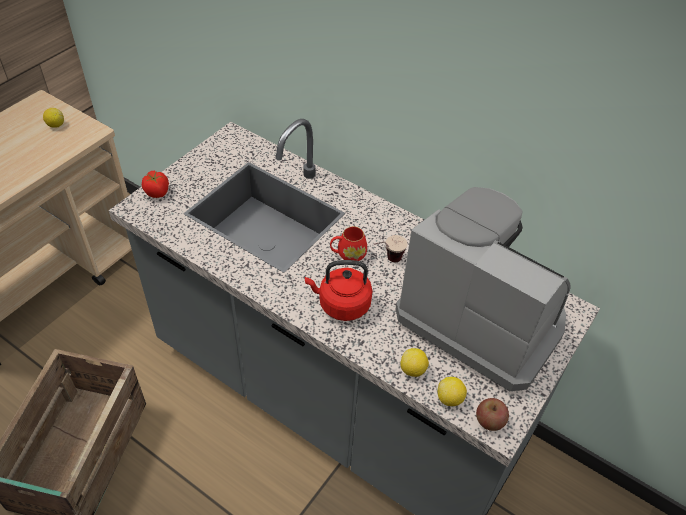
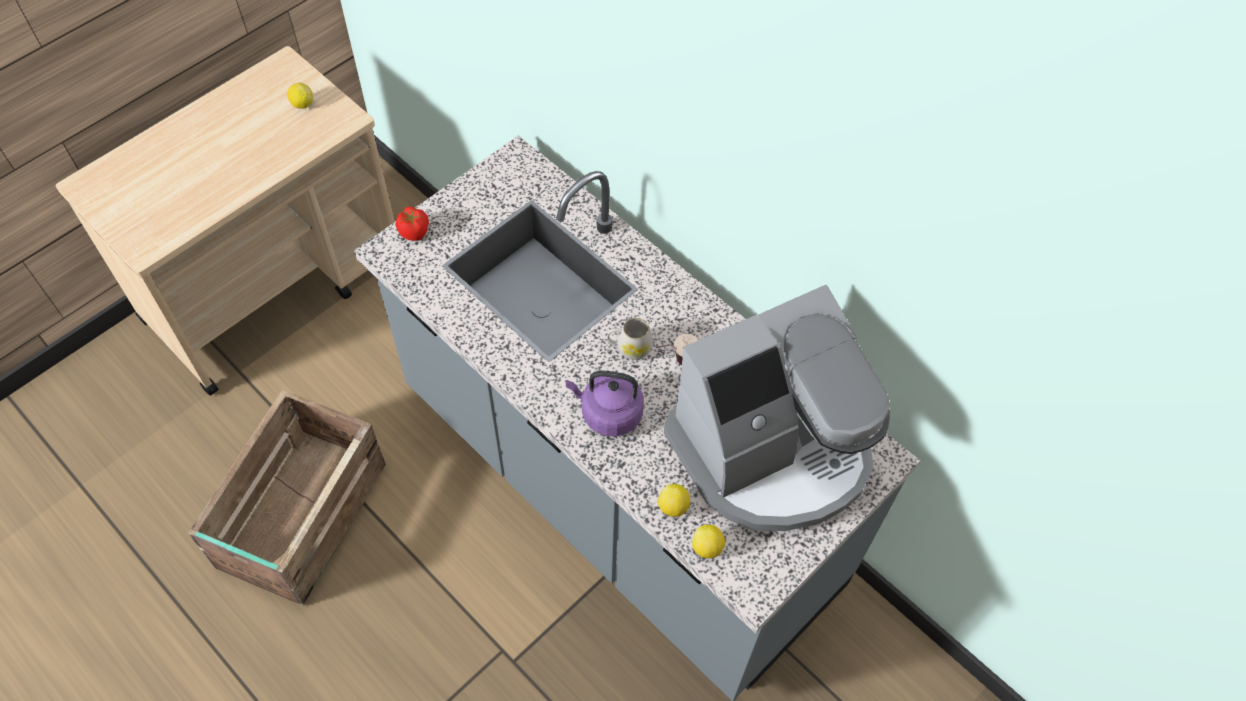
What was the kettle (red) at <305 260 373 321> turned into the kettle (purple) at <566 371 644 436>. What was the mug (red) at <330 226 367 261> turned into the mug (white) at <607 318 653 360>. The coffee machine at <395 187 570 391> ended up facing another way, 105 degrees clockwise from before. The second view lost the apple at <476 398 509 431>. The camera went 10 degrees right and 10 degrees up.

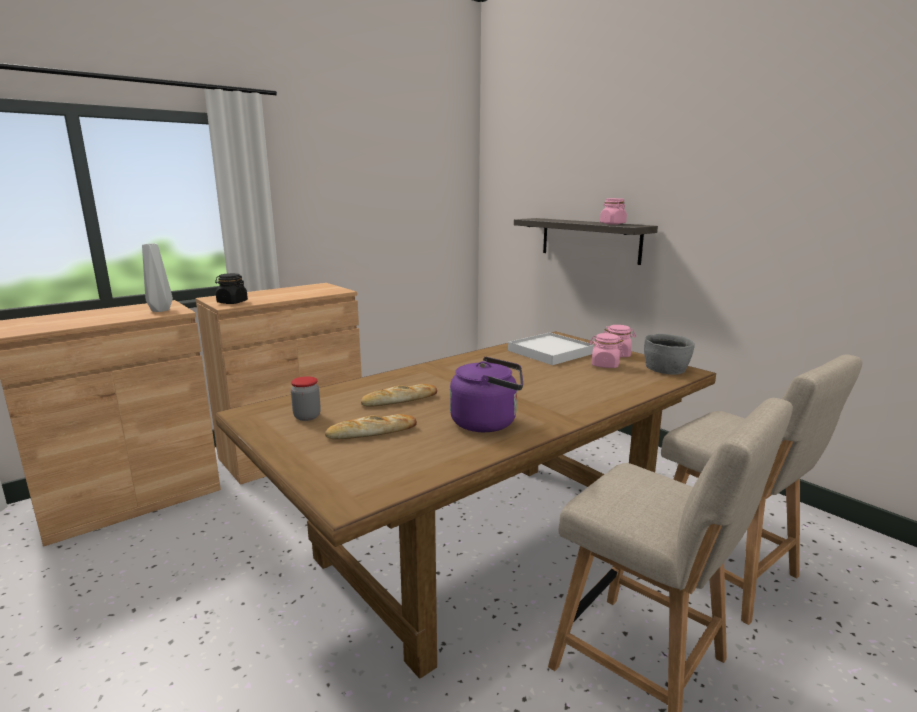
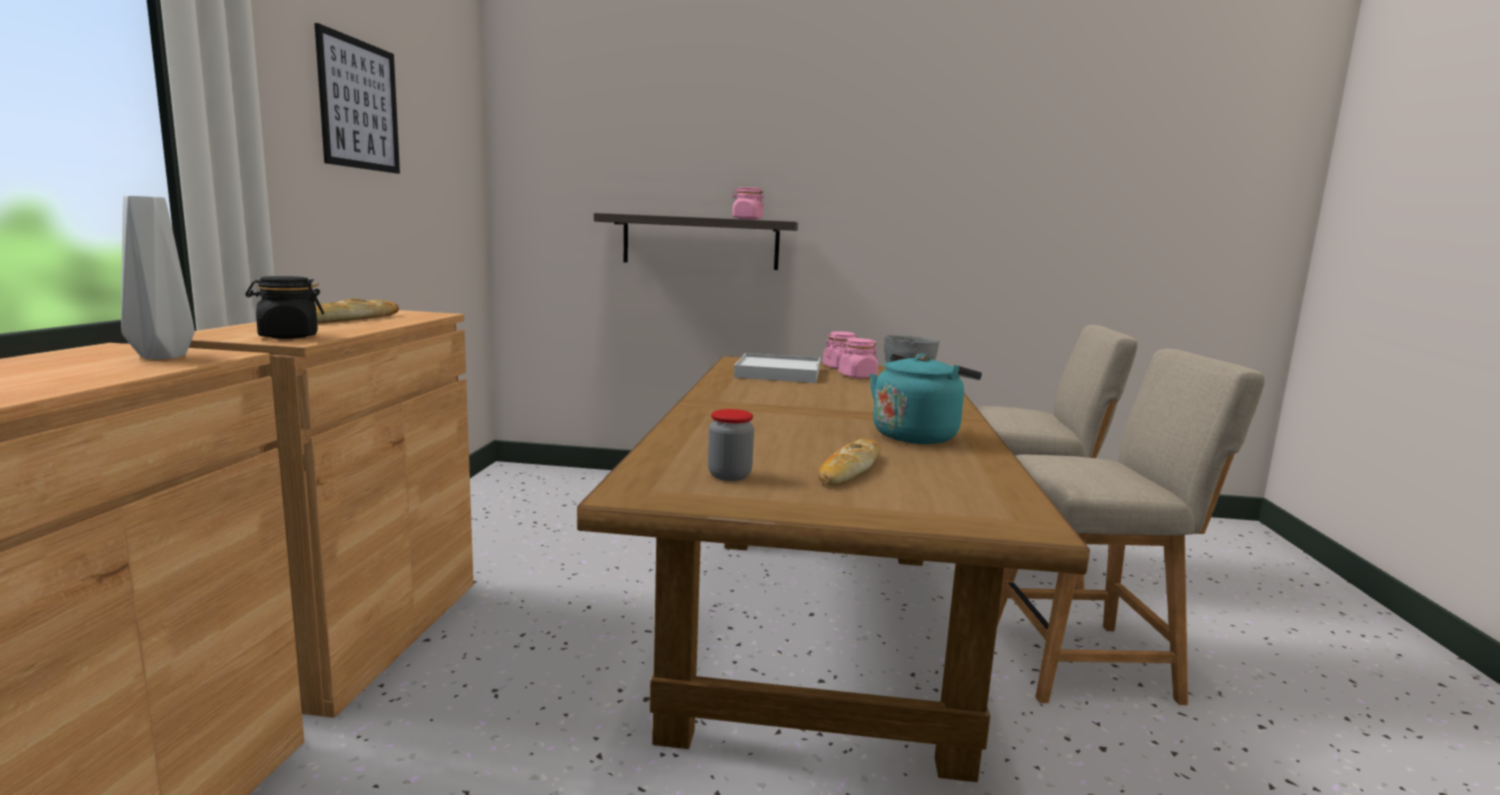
The bread ended up elsewhere, having gone from <361 384 437 407> to <316 298 399 323>. What was the kettle (purple) at <450 357 523 432> turned into the kettle (turquoise) at <870 354 982 444>. The second view gained the picture at <314 23 400 174>. The camera went 45 degrees left and 5 degrees down.

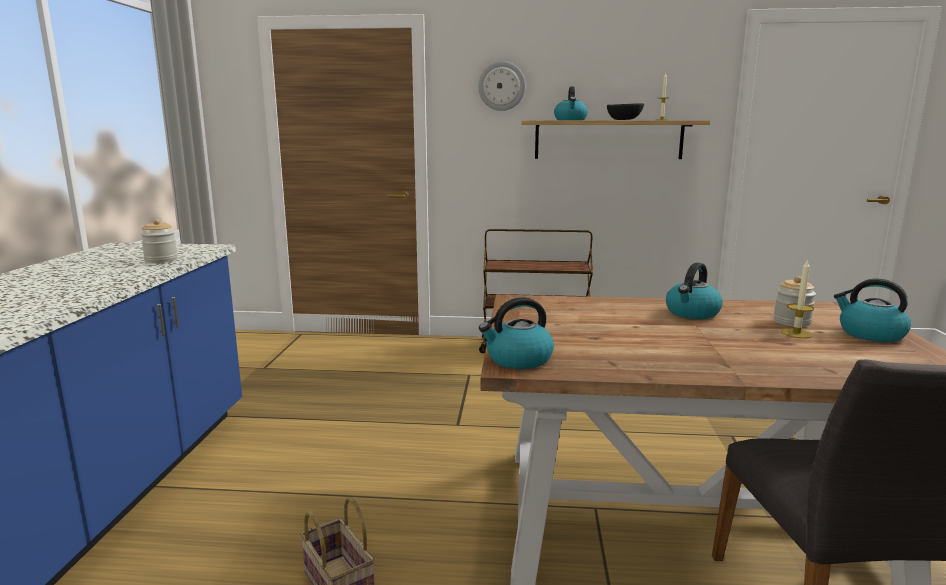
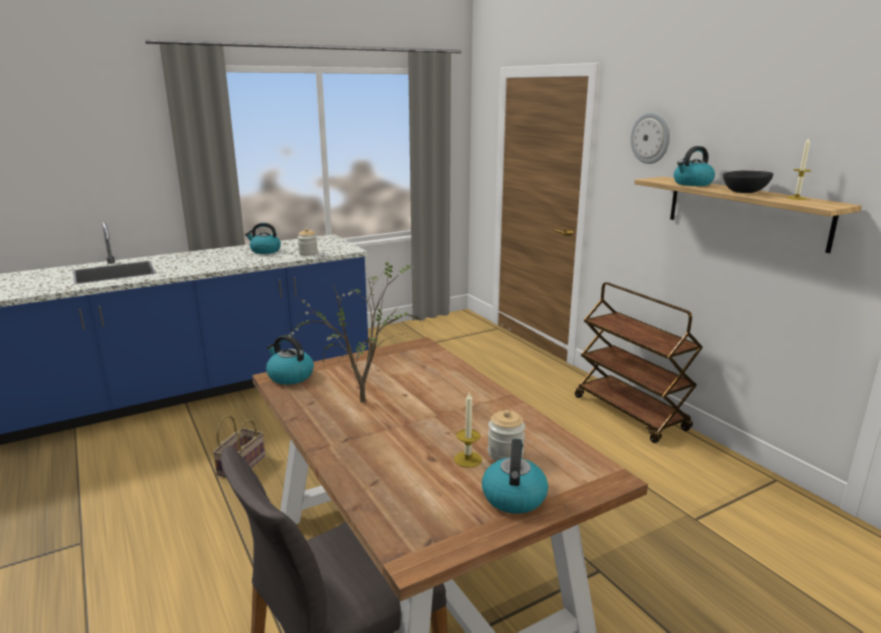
The kettle ended up elsewhere, having gone from <666 262 723 319> to <245 223 281 254>. The second view gained the potted plant at <287 262 421 402>. The camera went 55 degrees right and 5 degrees up.

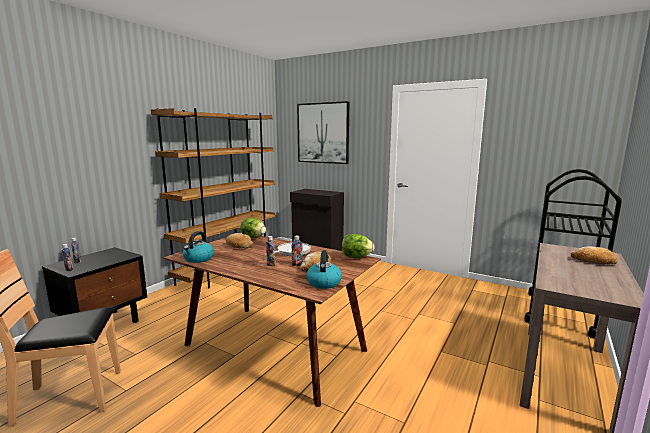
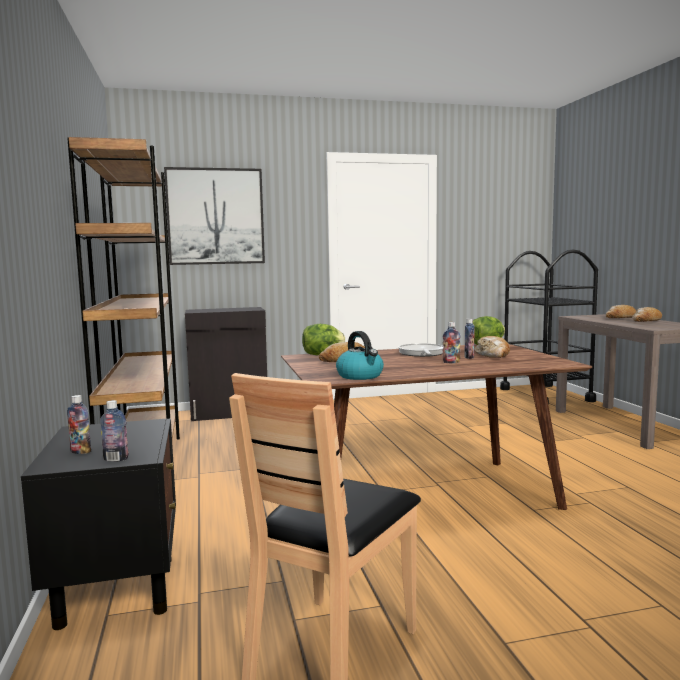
The second view lost the kettle at <306 250 342 289>. The second view gained the bread at <632 307 662 322>. The camera went 45 degrees left and 5 degrees down.

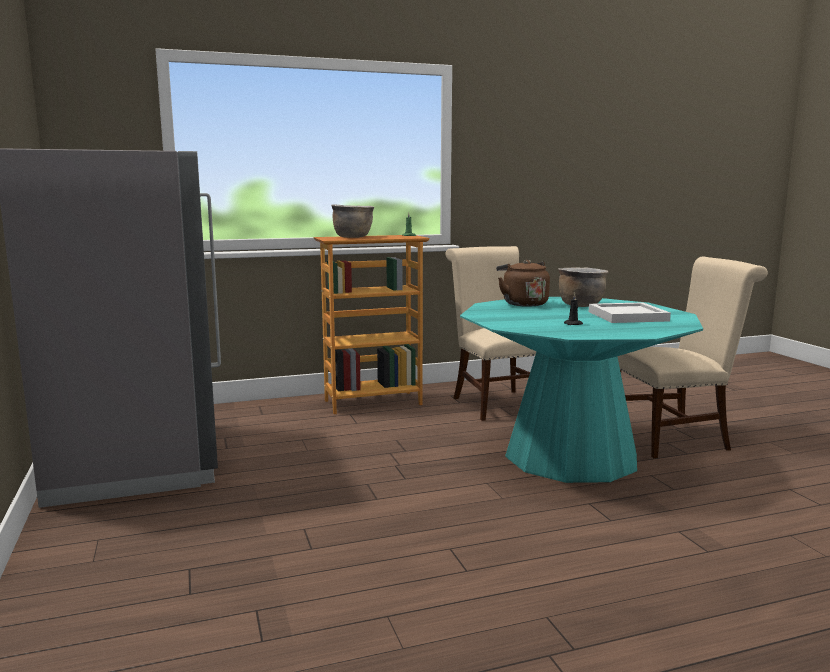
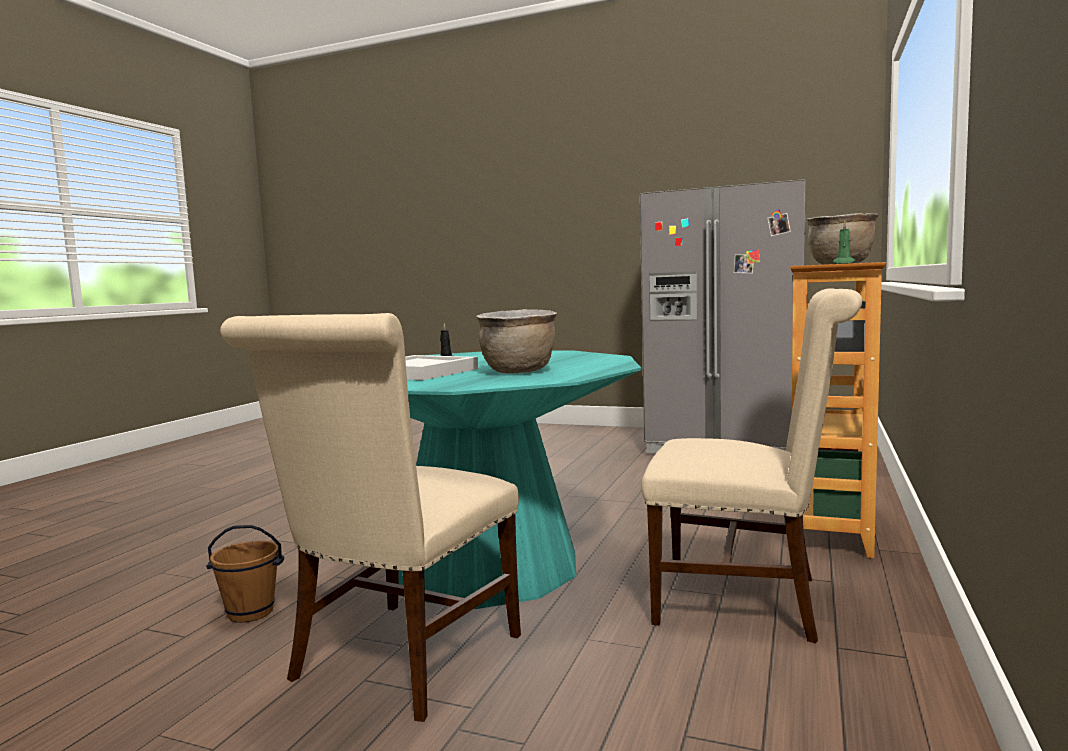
The second view lost the kettle (brown) at <496 260 550 307>. The second view gained the bucket (brown) at <206 525 284 623>. The camera went 130 degrees right and 5 degrees down.

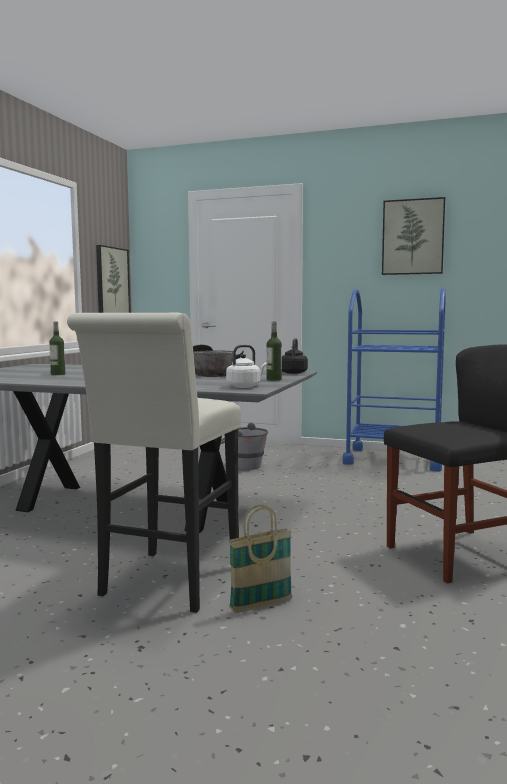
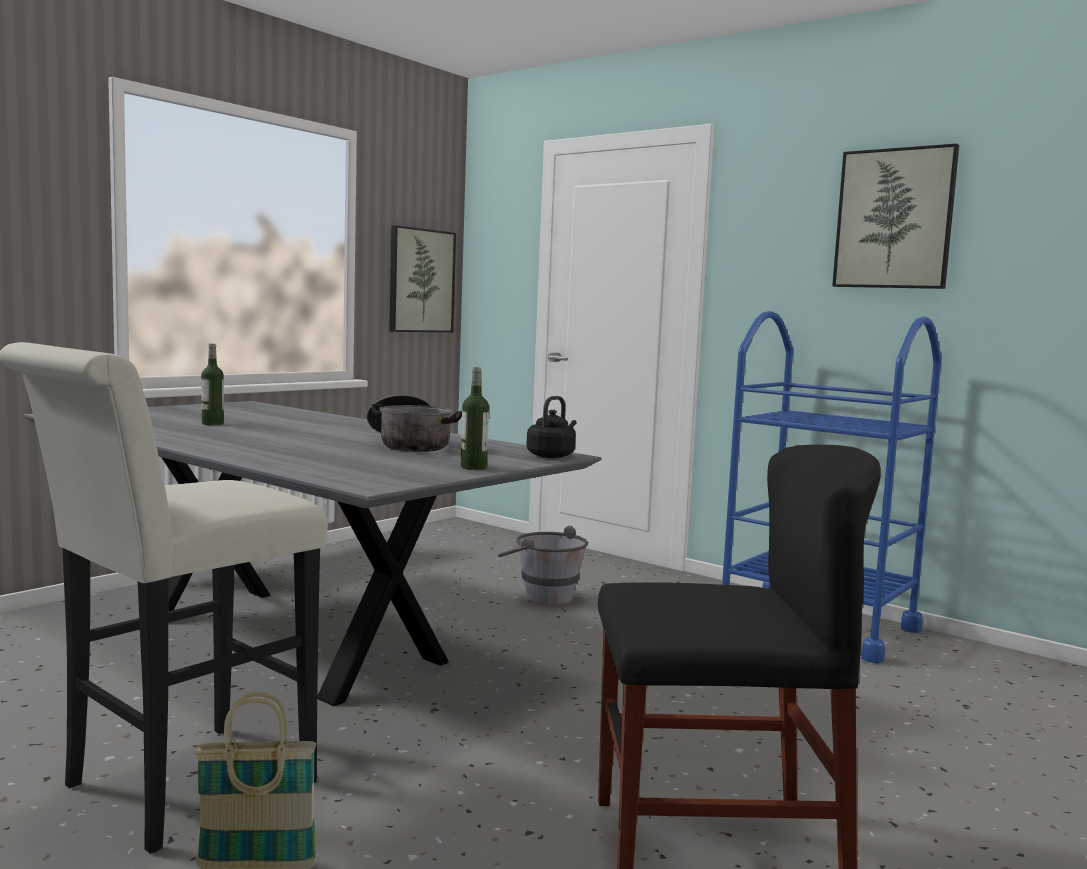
The second view lost the kettle (white) at <226 345 267 388>. The camera went 20 degrees right and 0 degrees up.

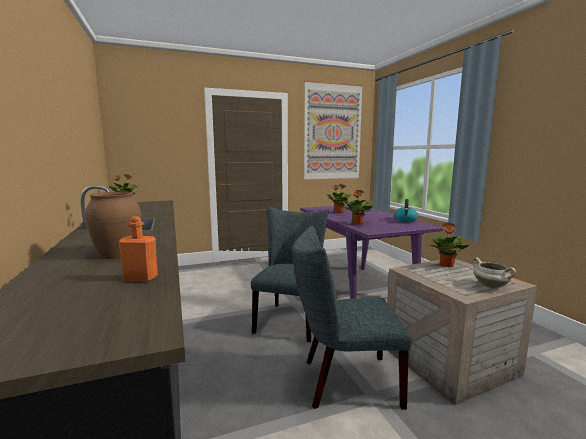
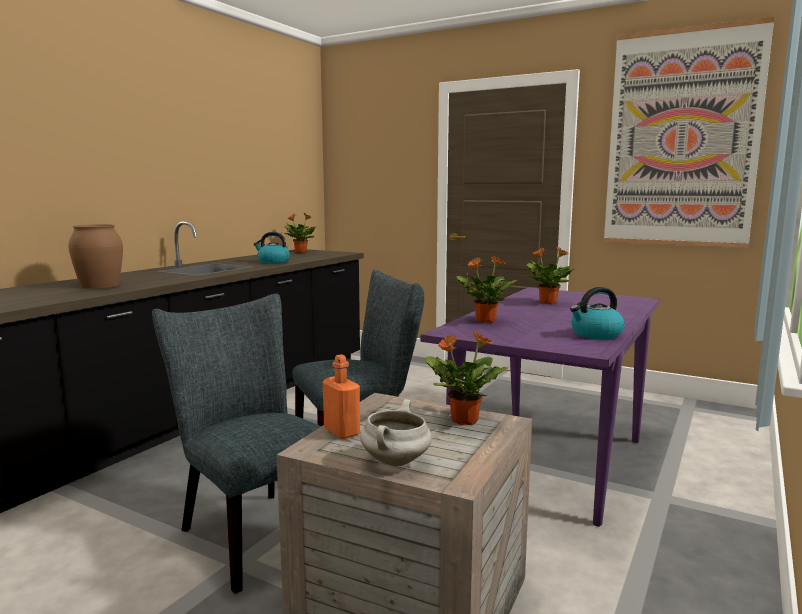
The bottle (orange) ended up elsewhere, having gone from <119 216 158 282> to <323 354 360 439>. The second view gained the kettle at <253 232 290 264>. The camera went 50 degrees right and 0 degrees up.

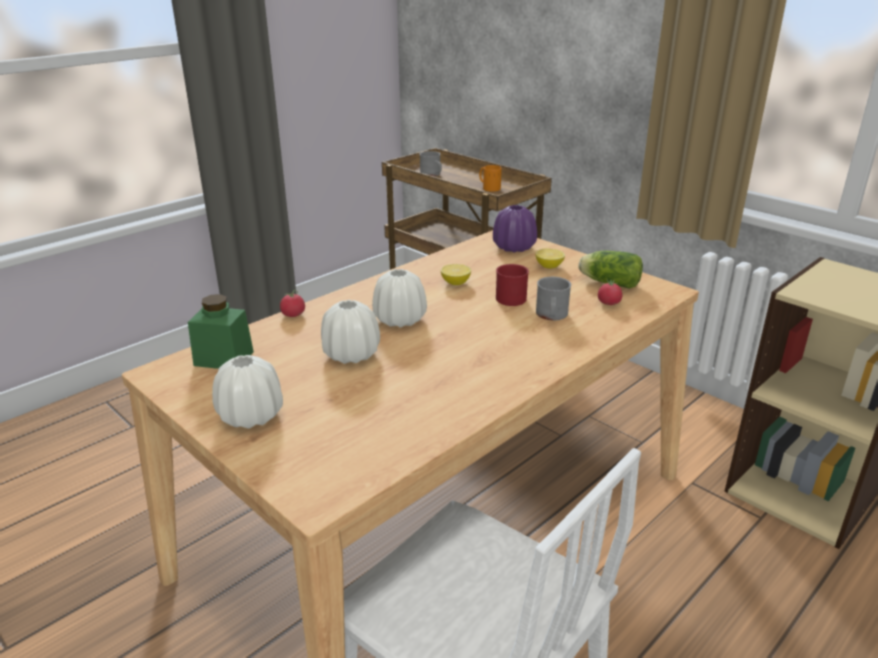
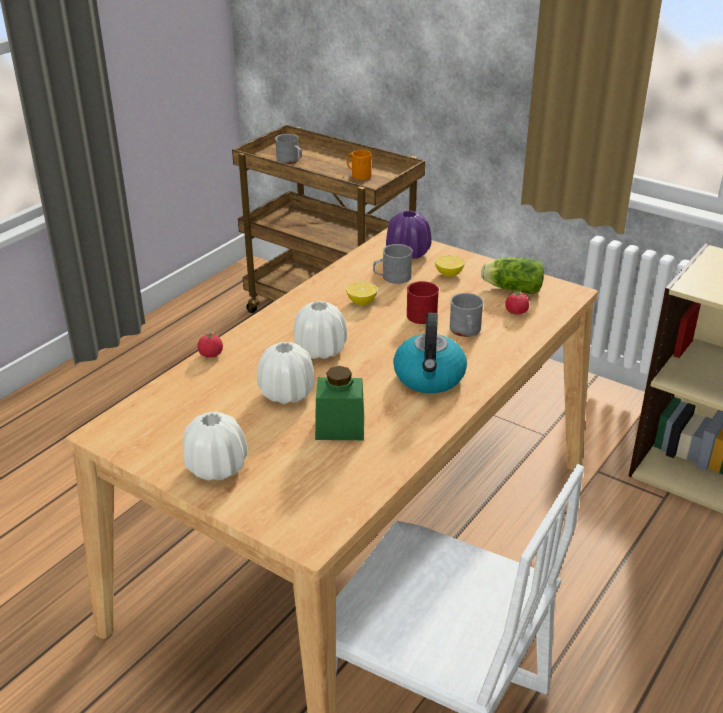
The jar (green) ended up elsewhere, having gone from <188 294 254 369> to <315 366 364 440>. The second view gained the mug (grey) at <373 244 413 284>. The second view gained the kettle at <393 313 467 393>. The camera went 10 degrees left and 5 degrees up.

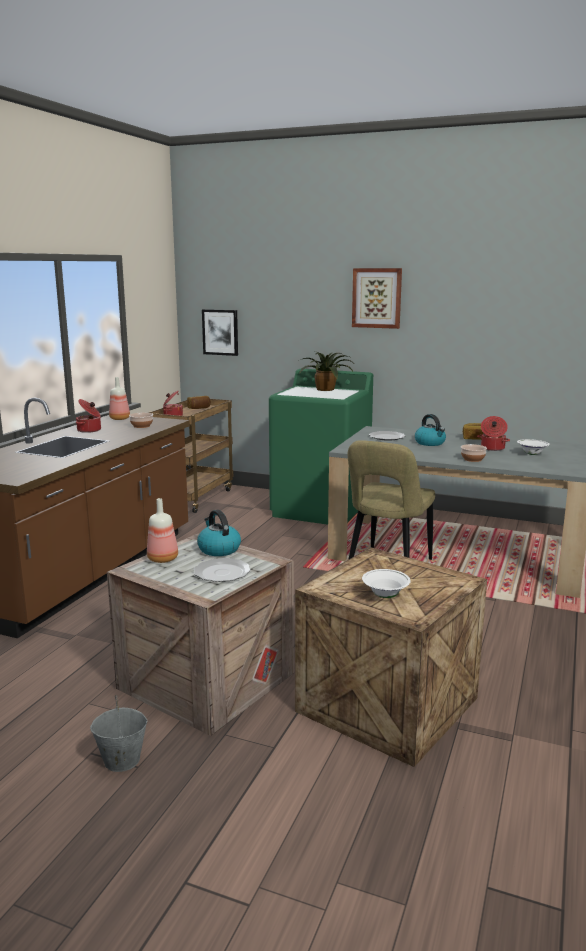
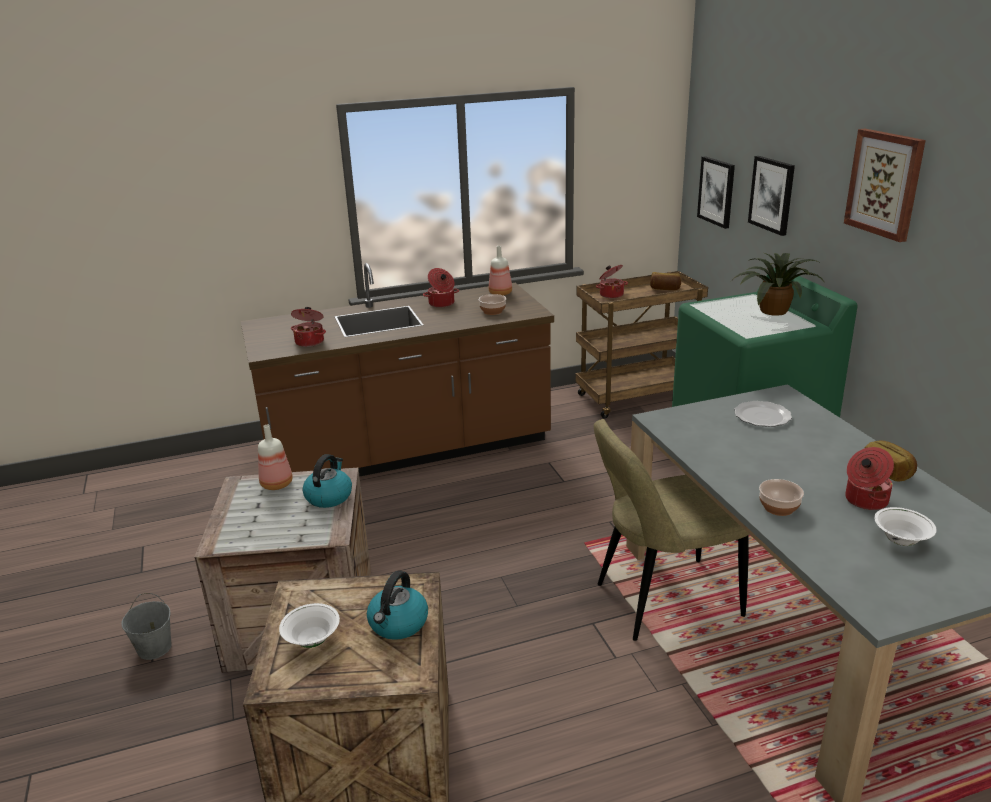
The second view lost the plate at <194 558 251 582>. The kettle ended up elsewhere, having gone from <415 414 446 446> to <367 571 428 640>. The second view gained the cooking pot at <291 307 326 347>. The second view gained the picture at <748 156 795 236>. The camera went 50 degrees right and 10 degrees up.

